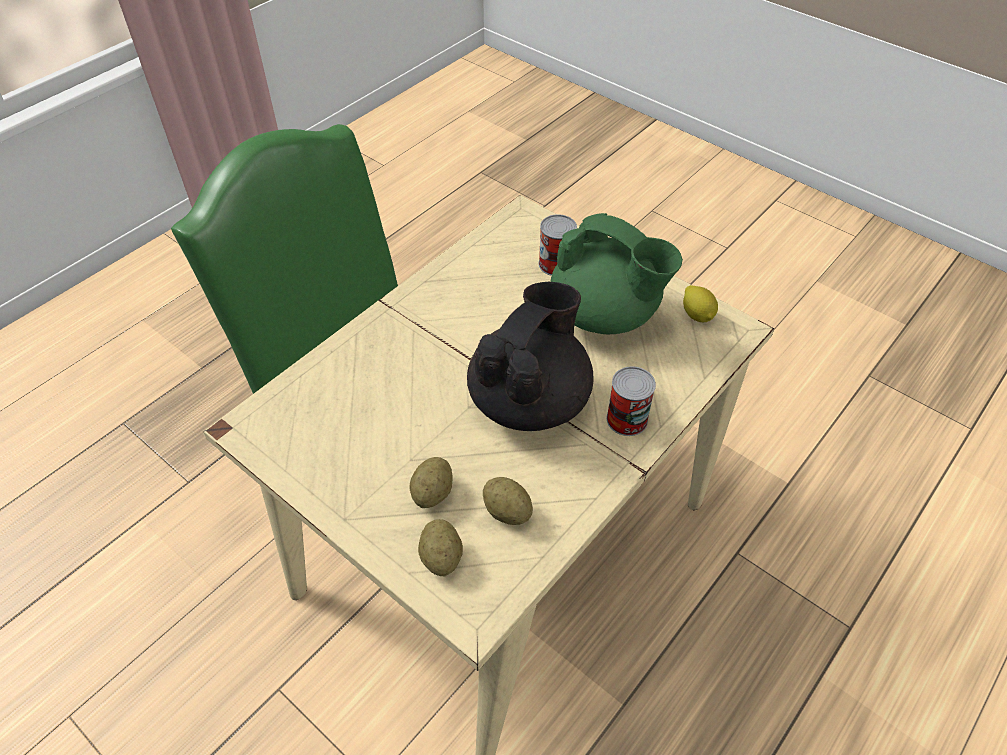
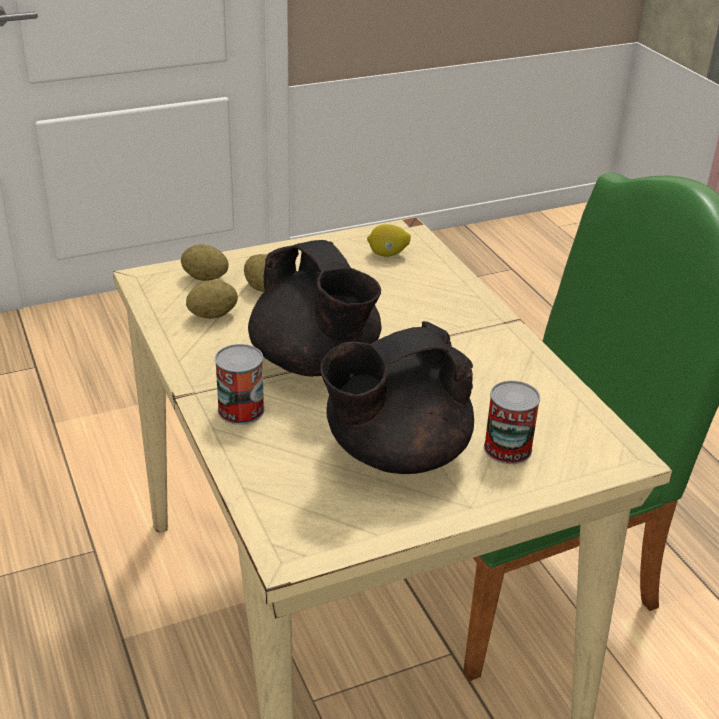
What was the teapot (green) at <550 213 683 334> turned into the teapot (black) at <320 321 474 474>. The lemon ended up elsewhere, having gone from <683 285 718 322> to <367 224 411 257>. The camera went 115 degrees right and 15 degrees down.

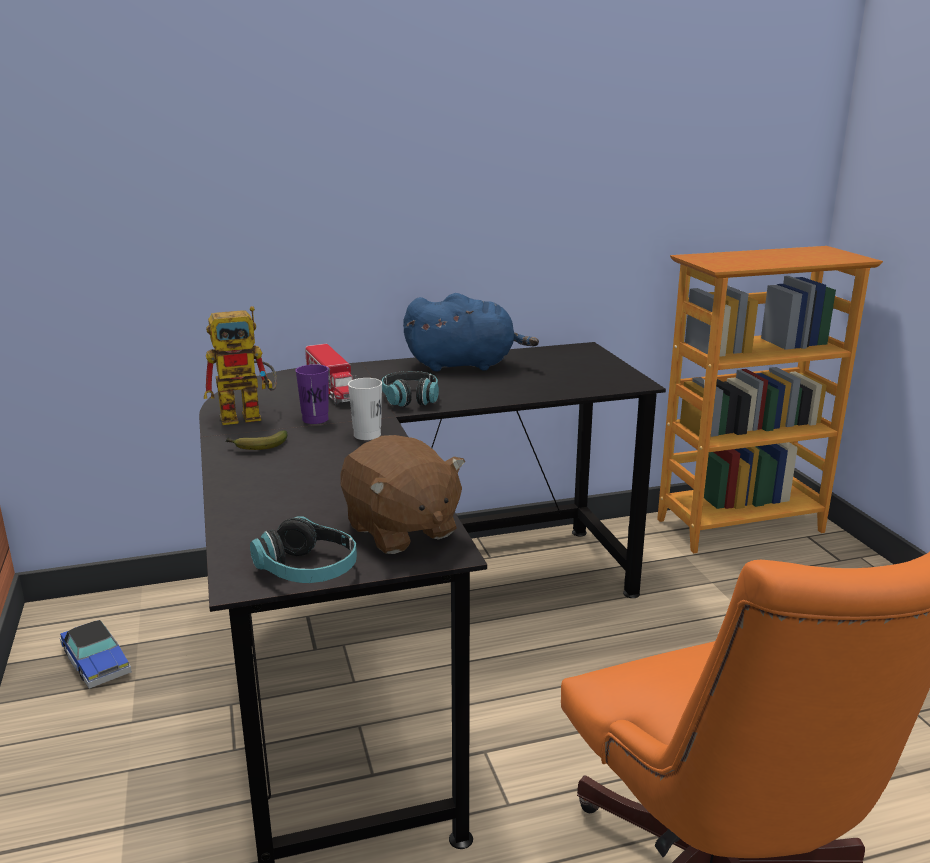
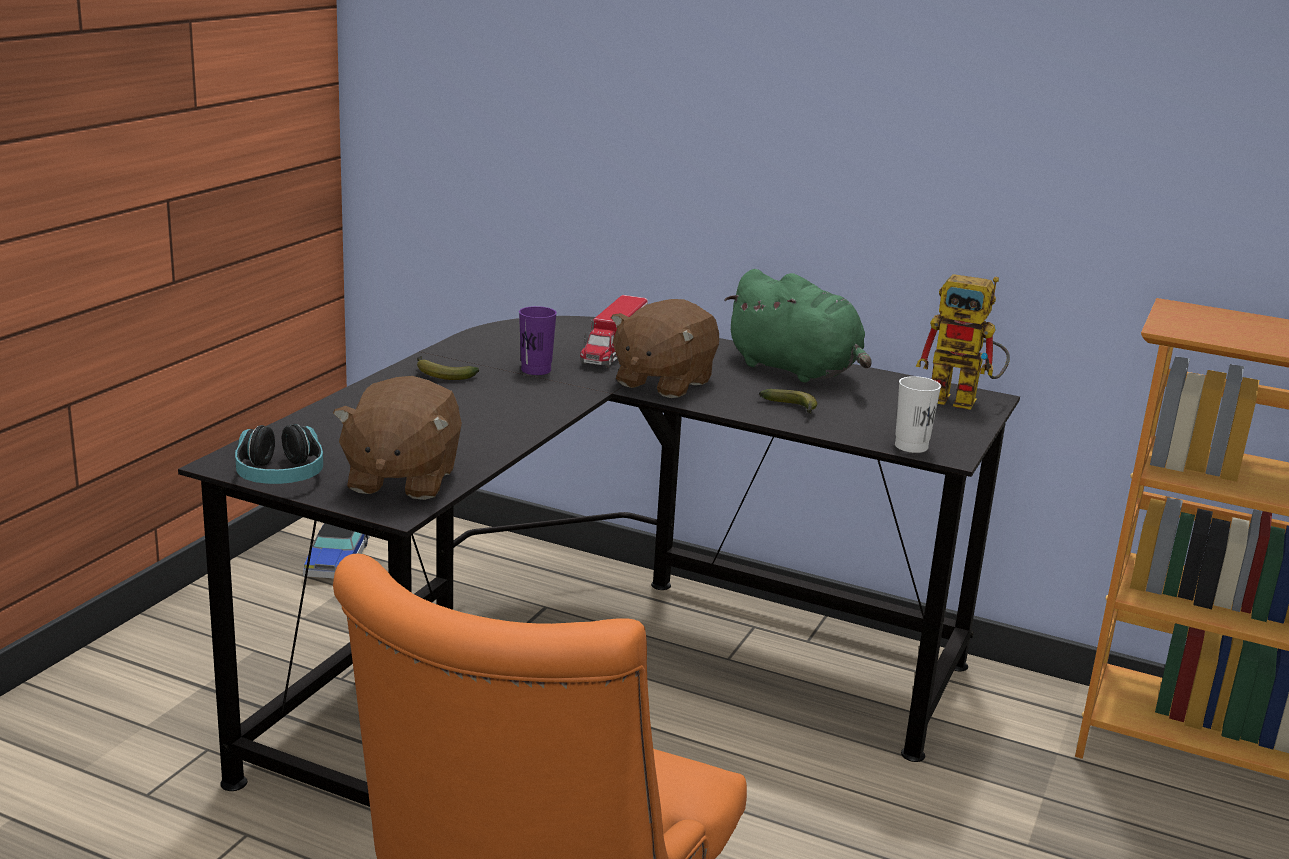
The toy robot ended up elsewhere, having gone from <204 306 277 425> to <916 274 1010 410>. The cup (white) ended up elsewhere, having gone from <348 378 382 440> to <895 376 941 453>. Where the headphones stood at <382 371 439 407>, the plush toy (brown) came to stand at <611 299 719 398>. What was the plush toy (blue) at <403 293 539 371> turned into the plush toy (green) at <724 269 872 382>. The second view gained the banana at <759 389 818 414>. The camera went 40 degrees right and 0 degrees up.

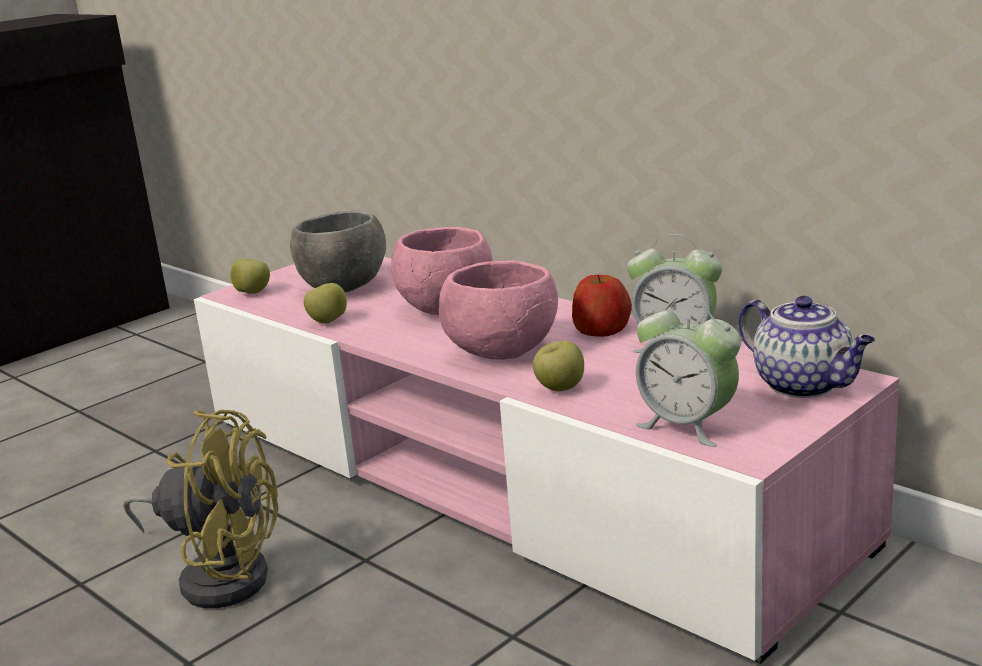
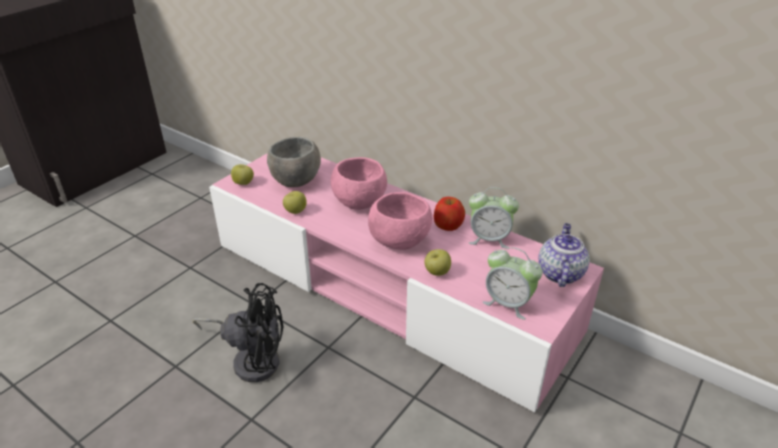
What was the fan (yellow) at <123 410 279 608> turned into the fan (black) at <193 283 284 382>. The teapot at <738 296 875 398> ended up facing another way, 120 degrees counterclockwise from before. The camera went 10 degrees left and 15 degrees up.

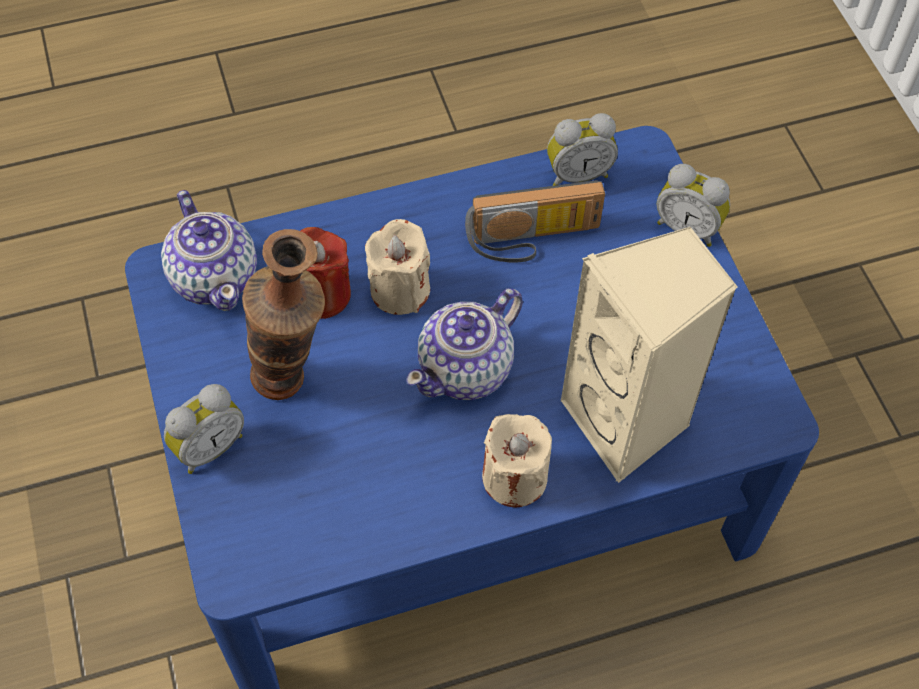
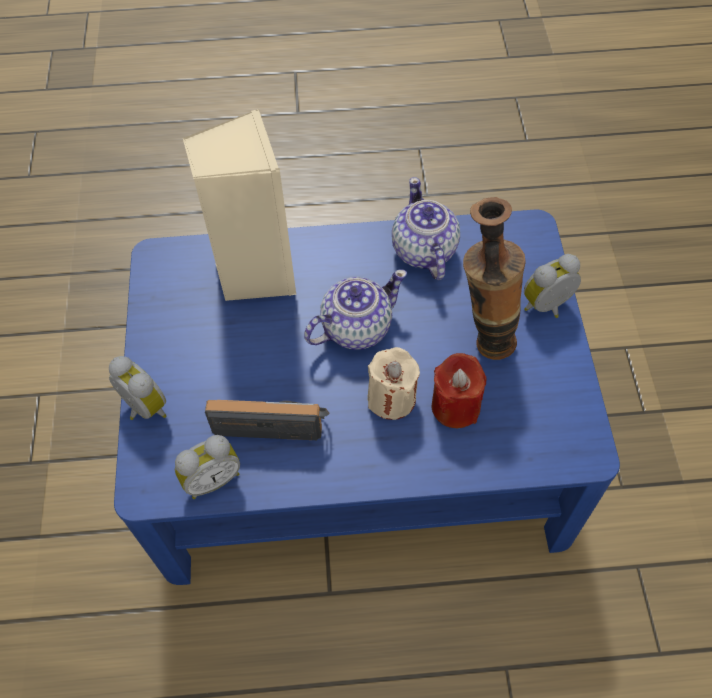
The teapot ended up elsewhere, having gone from <161 190 257 311> to <392 177 460 280>. The second view lost the candle (beige) at <482 414 552 508>. The alarm clock at <547 113 618 186> ended up facing another way, 150 degrees clockwise from before. The camera went 165 degrees left and 0 degrees up.

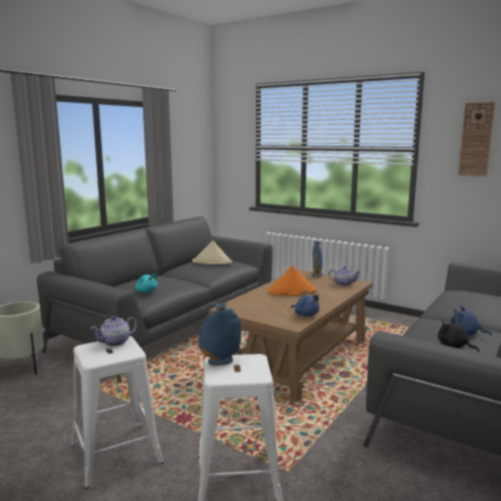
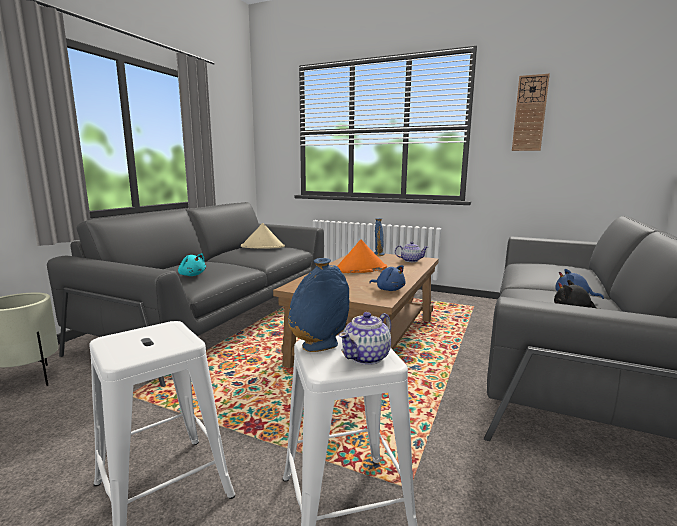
The teapot ended up elsewhere, having gone from <90 316 137 347> to <339 312 391 365>. The camera went 10 degrees left and 0 degrees up.

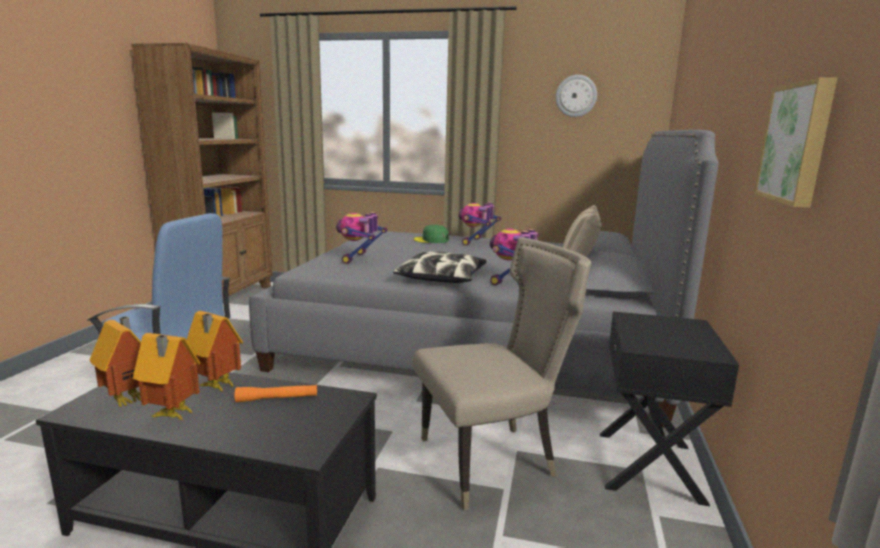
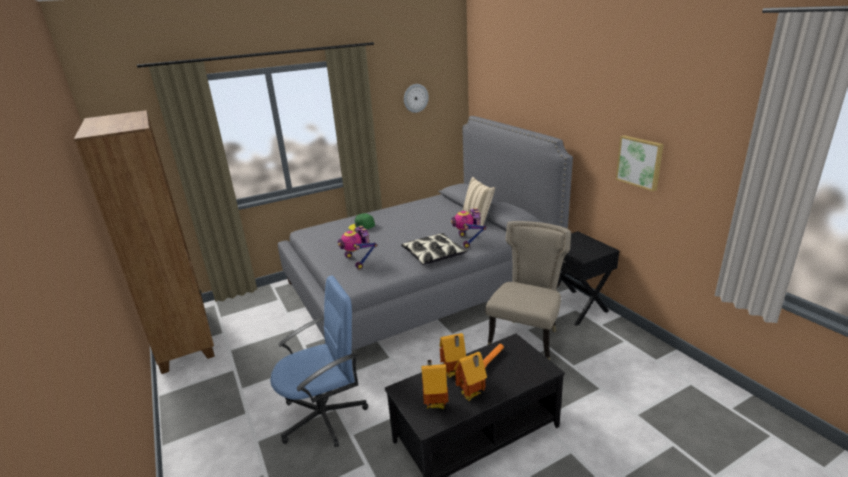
The second view lost the toy robot at <458 203 502 246>. The camera went 40 degrees left and 10 degrees up.

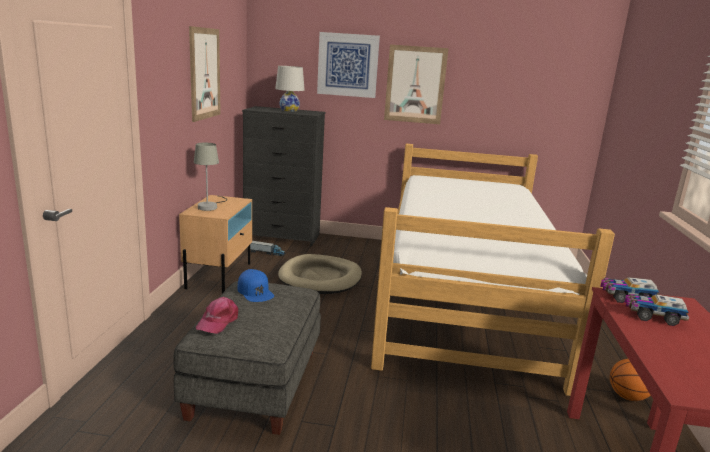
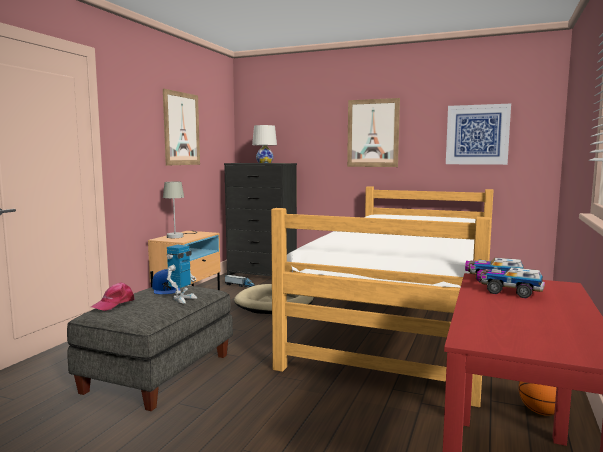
The picture ended up elsewhere, having gone from <317 32 380 98> to <446 104 511 165>. The second view gained the toy robot at <167 245 197 303>. The camera went 15 degrees right and 10 degrees down.

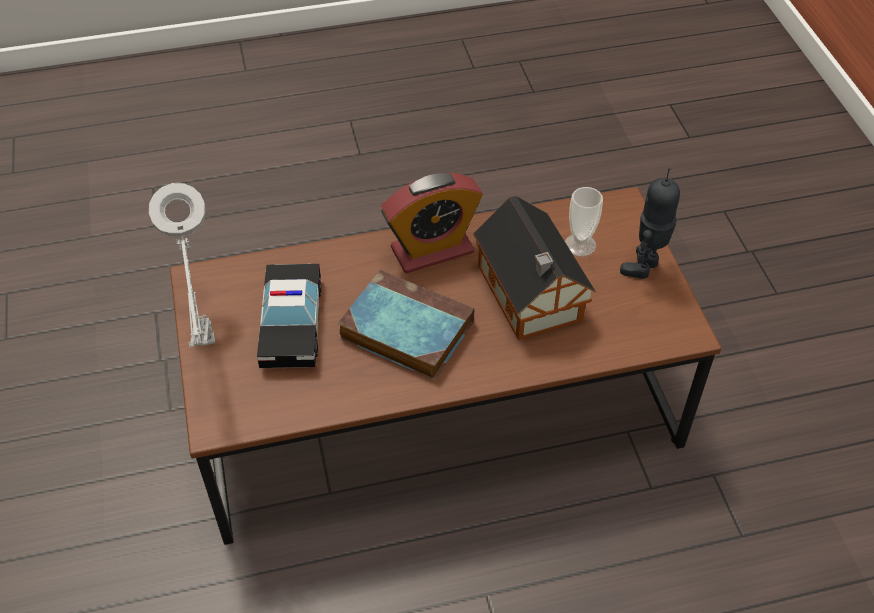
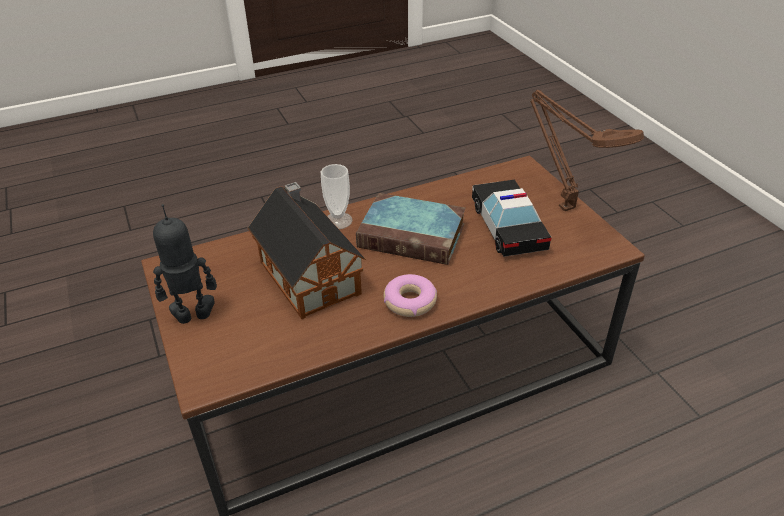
What was the table lamp (grey) at <149 183 215 348> turned into the table lamp (brown) at <530 90 644 211>. Where the alarm clock stood at <381 173 483 274>, the donut came to stand at <384 274 437 317>. The cup ended up elsewhere, having gone from <565 187 603 257> to <321 164 352 229>. The toy robot at <620 168 680 279> ended up facing another way, 135 degrees counterclockwise from before. The camera went 170 degrees right and 10 degrees down.

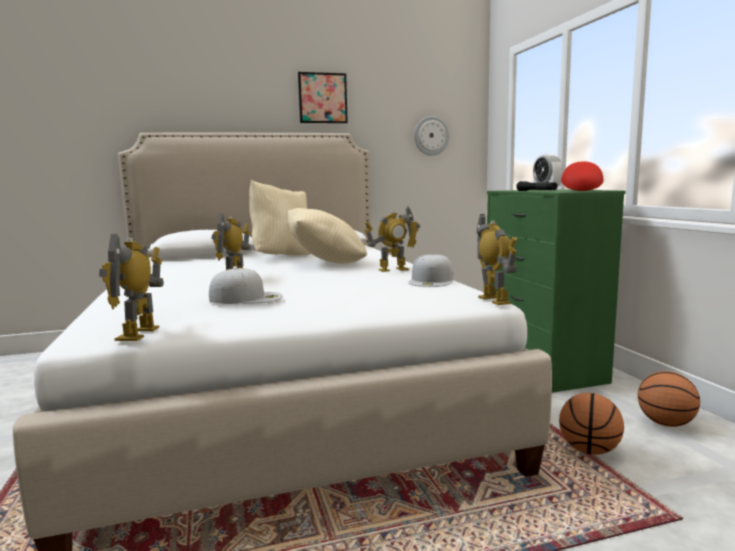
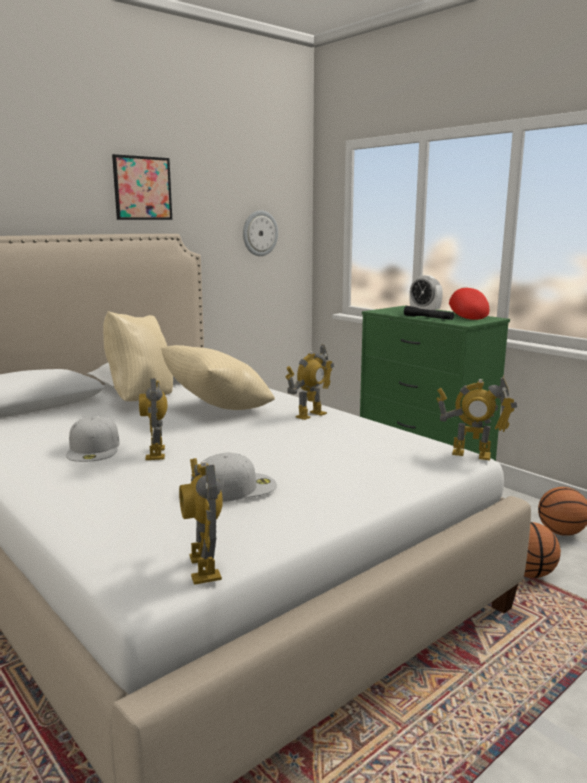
The cap (white) ended up elsewhere, having gone from <408 254 454 287> to <66 416 120 462>. The toy robot at <477 214 517 305> ended up facing another way, 150 degrees clockwise from before. The camera went 25 degrees left and 5 degrees up.

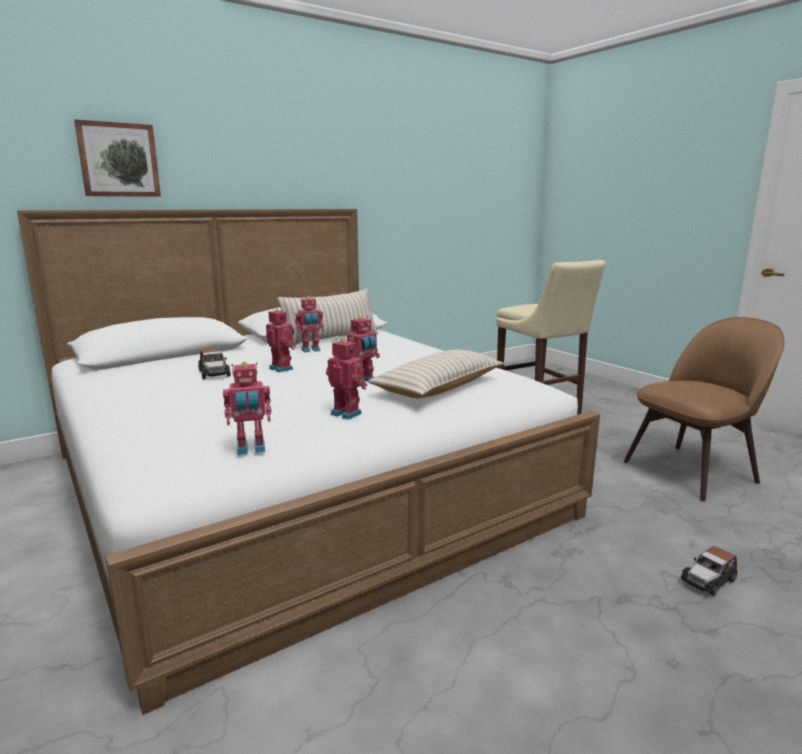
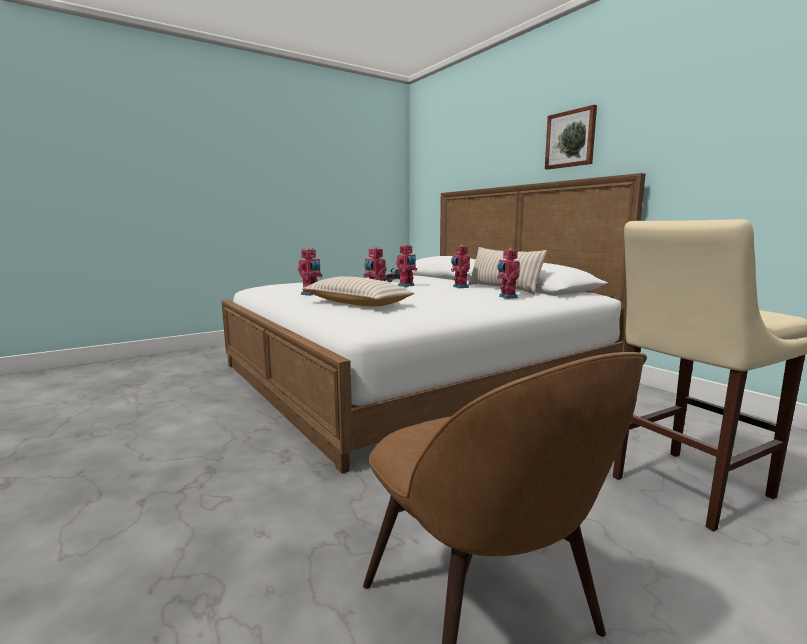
The picture ended up elsewhere, having gone from <74 119 161 197> to <545 105 597 170>. The toy robot ended up elsewhere, having gone from <223 362 271 455> to <497 247 520 299>. The second view lost the toy car at <681 546 737 596>. The camera went 90 degrees right and 5 degrees down.

